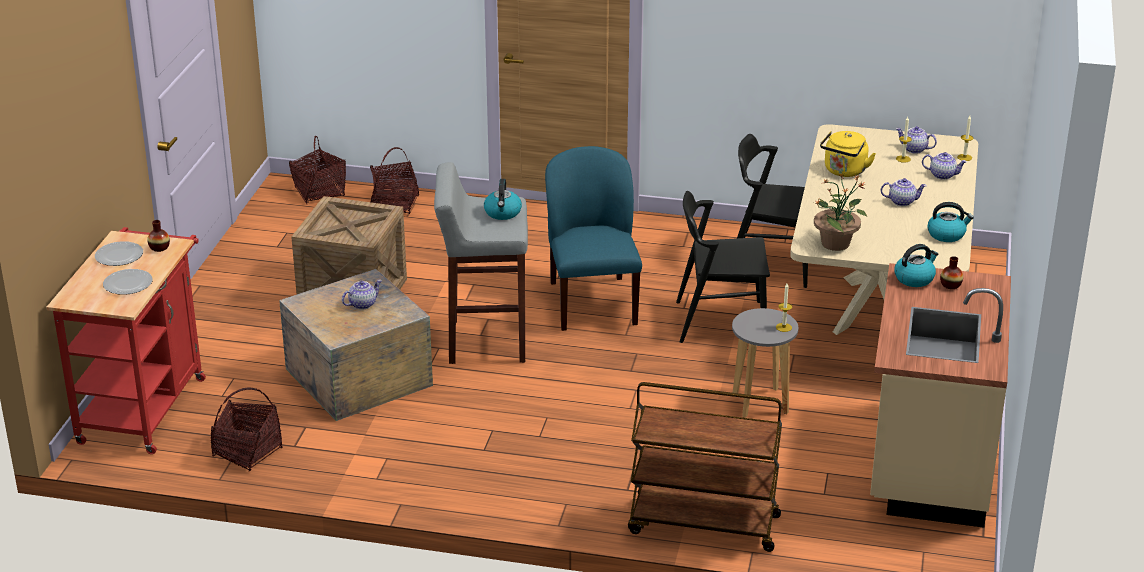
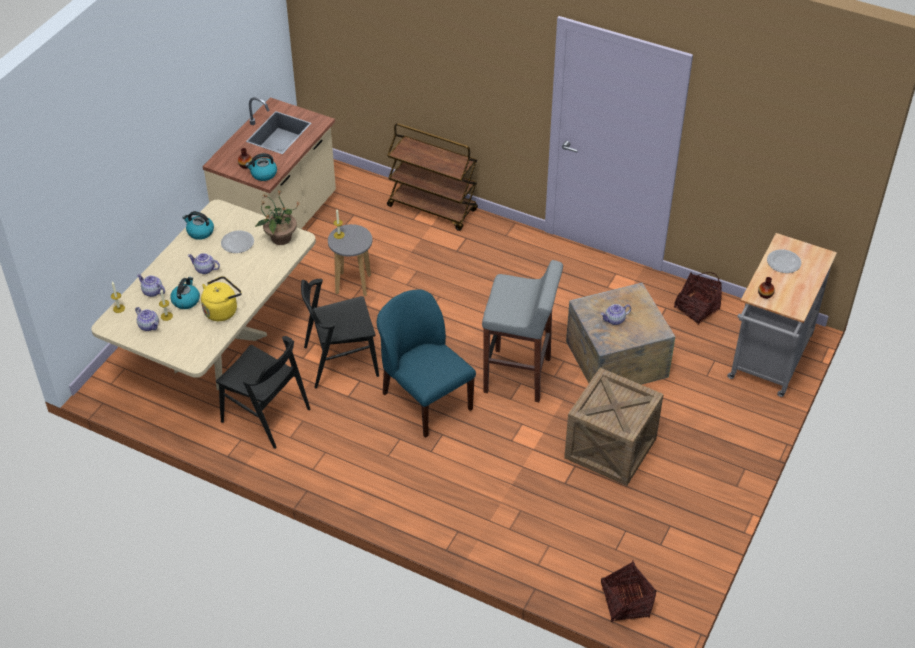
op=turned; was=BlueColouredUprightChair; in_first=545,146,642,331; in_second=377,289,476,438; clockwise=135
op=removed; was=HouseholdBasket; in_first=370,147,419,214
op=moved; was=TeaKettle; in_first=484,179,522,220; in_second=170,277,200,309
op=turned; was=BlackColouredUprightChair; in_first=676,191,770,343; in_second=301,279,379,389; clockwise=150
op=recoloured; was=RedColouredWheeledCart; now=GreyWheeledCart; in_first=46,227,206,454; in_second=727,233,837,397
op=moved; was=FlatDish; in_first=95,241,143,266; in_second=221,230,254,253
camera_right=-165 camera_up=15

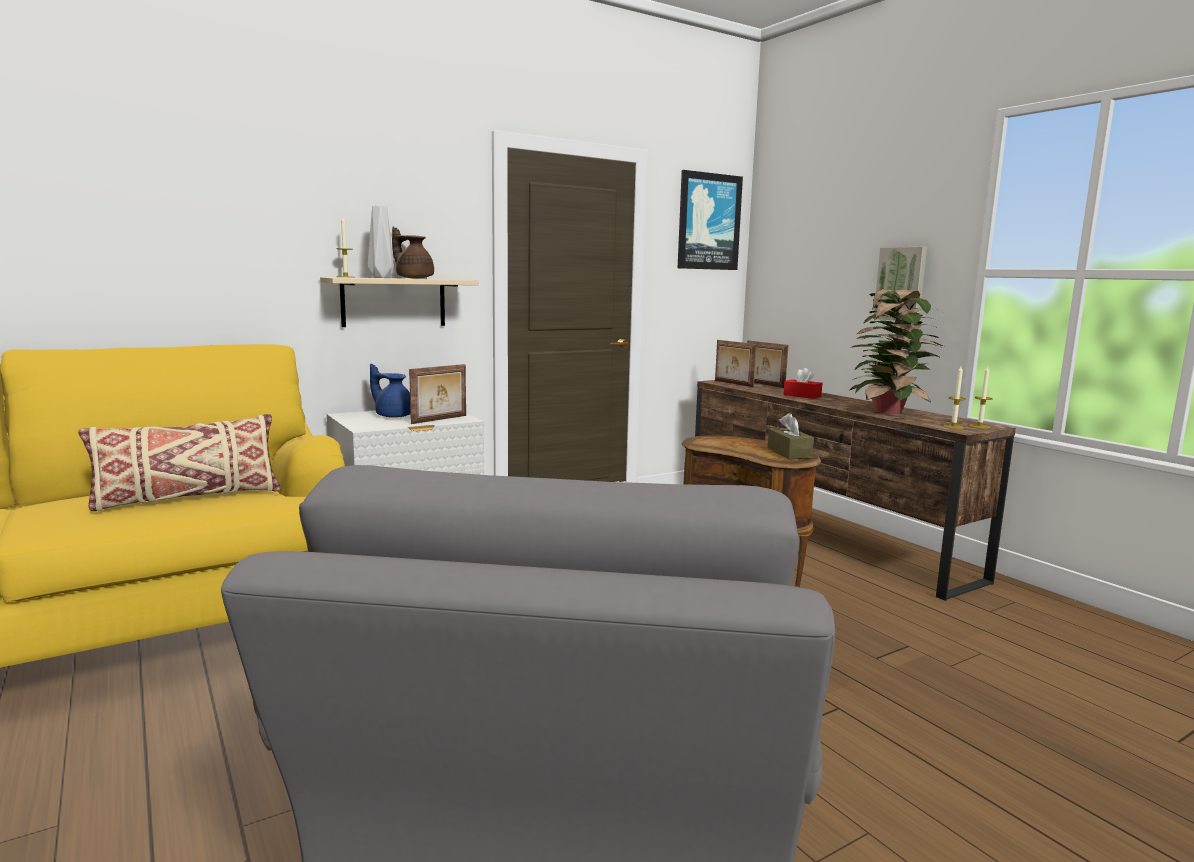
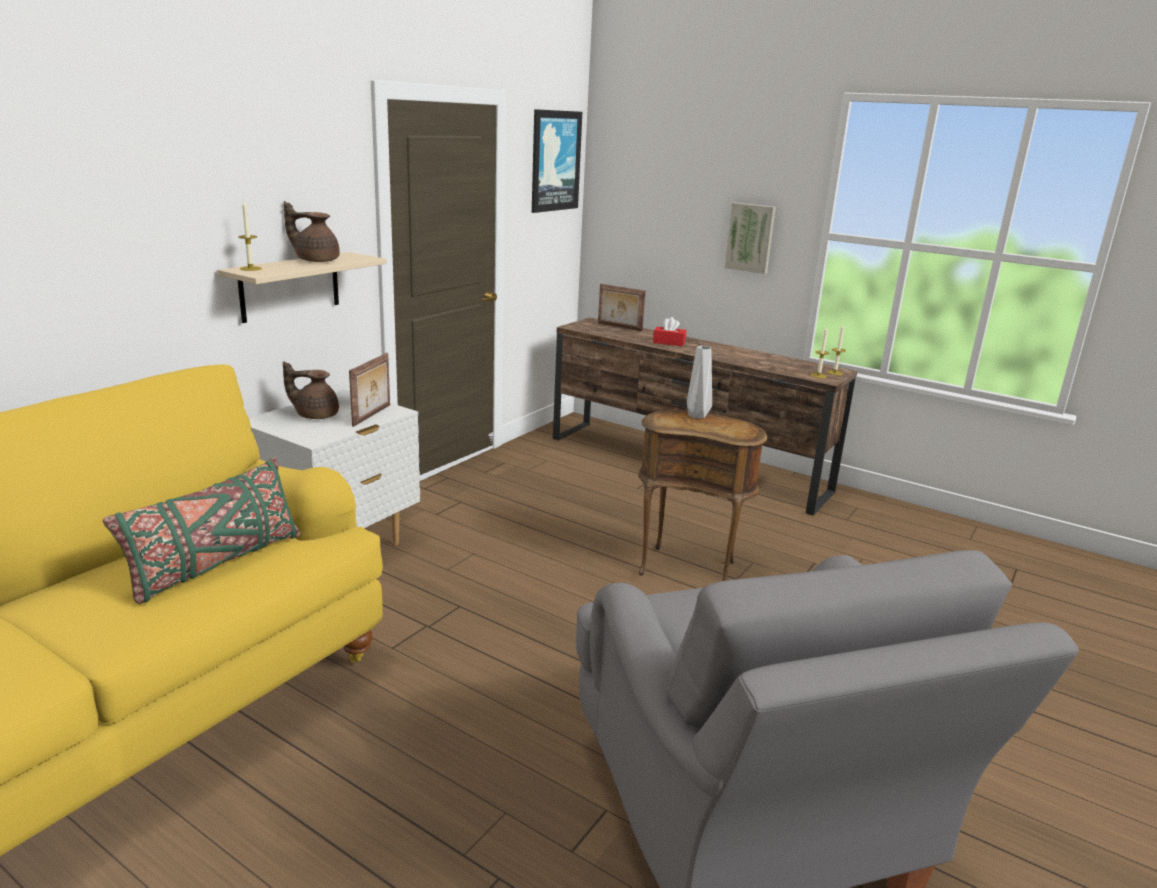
op=moved; was=GreyFlowerVase; in_first=368,206,394,278; in_second=687,346,712,419
op=removed; was=PlantInAPot; in_first=850,289,942,414
op=removed; was=PictureFrame; in_first=715,340,757,387
op=recoloured; was=BlueColouredPotForTea; now=BrownishPotForTea; in_first=370,364,410,418; in_second=283,361,339,419
op=removed; was=BrownishBoxOfTissues; in_first=768,413,814,459
op=recoloured; was=BeigeColouredPillow; now=GreenColouredPillow; in_first=78,414,280,511; in_second=103,457,300,604
camera_right=-25 camera_up=10

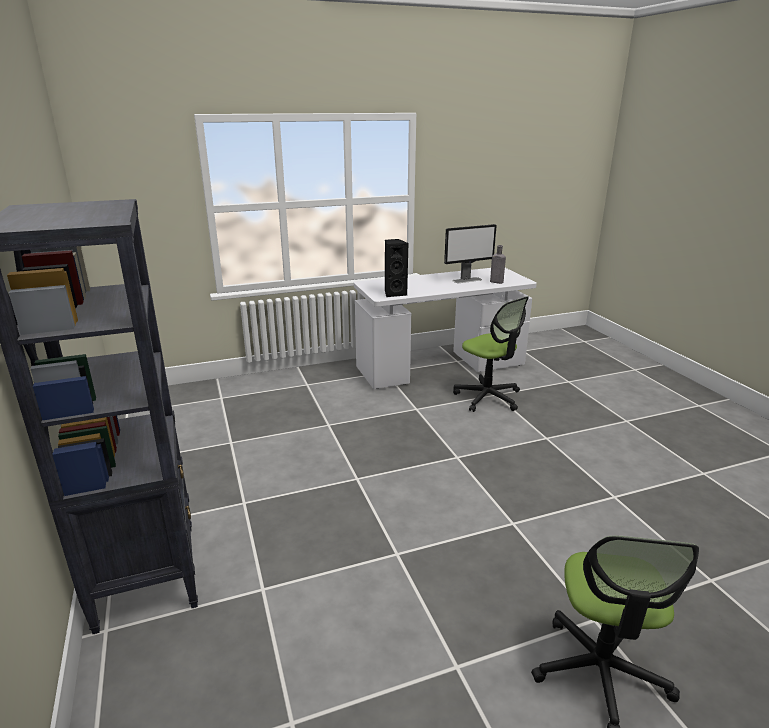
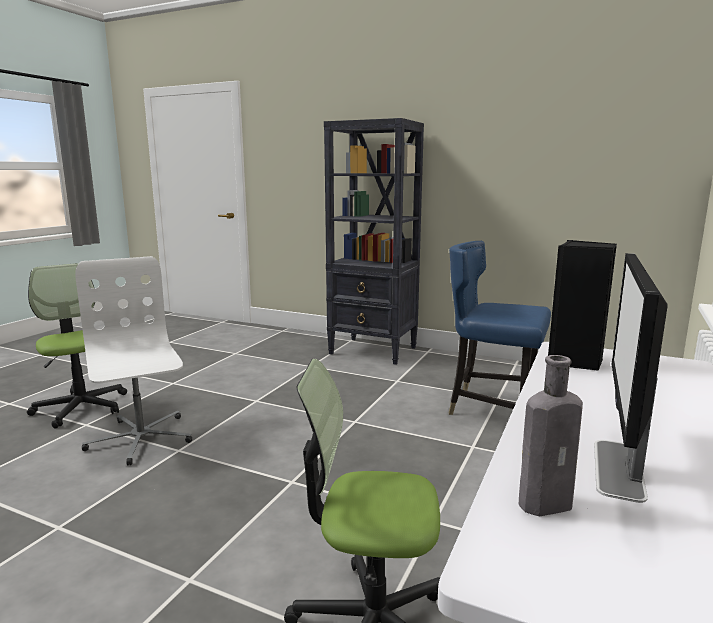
op=added; now=BlueColouredUprightChair; in_second=449,241,551,415
op=added; now=WhiteDeskChair; in_second=75,256,192,465
camera_right=135 camera_up=-10

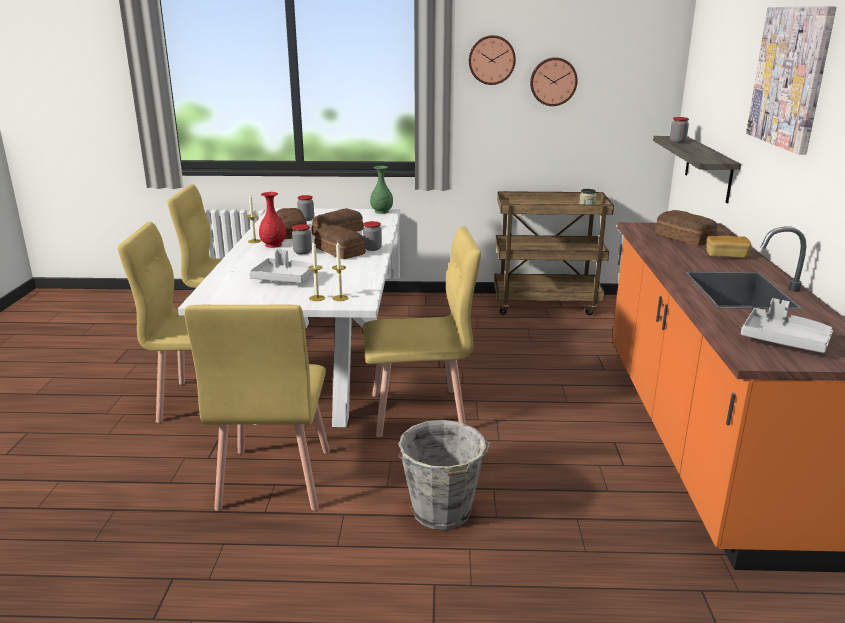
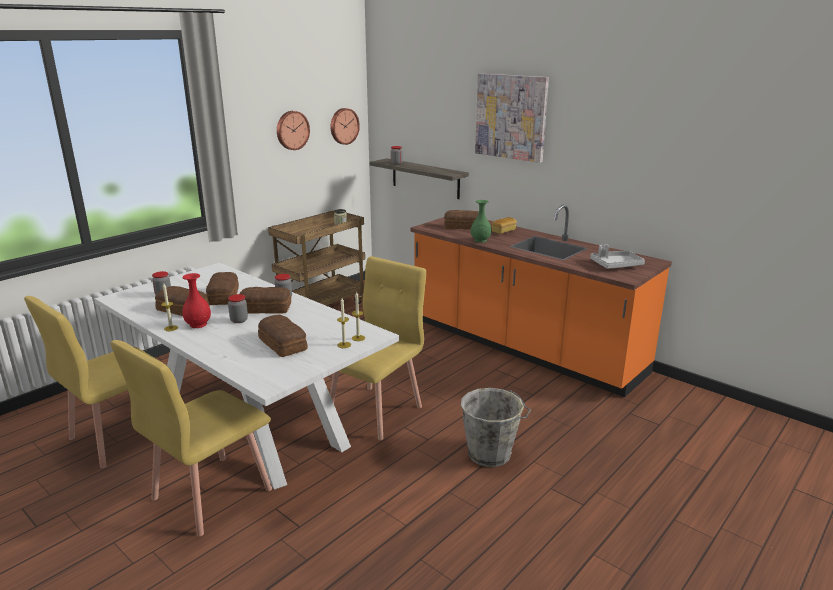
op=moved; was=HangingClock; in_first=469,35,516,85; in_second=331,108,360,145
op=moved; was=GreenColouredFlowerVase; in_first=370,166,393,214; in_second=471,200,491,243
op=replaced; was=GreyCarryingTray; now=BakedBread; in_first=249,249,314,283; in_second=258,315,308,357
op=removed; was=YellowishUprightChair; in_first=184,304,330,511
camera_right=-50 camera_up=0

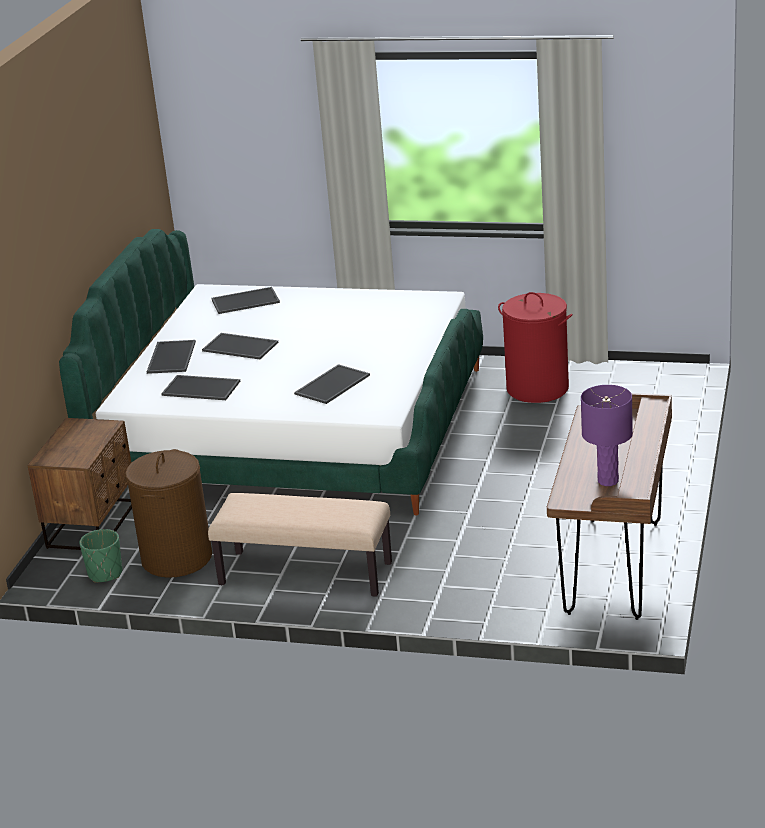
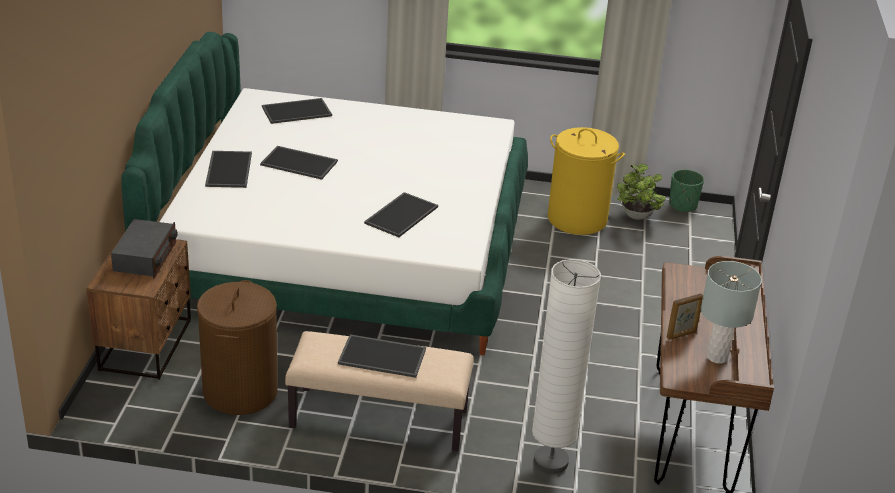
op=recoloured; was=RedColouredLaundryBasket; now=YellowishLaundryBasket; in_first=498,292,573,403; in_second=548,127,625,235
op=moved; was=CarryingTray; in_first=161,375,240,400; in_second=338,334,426,378
op=recoloured; was=PurpleLampForATable; now=GreyLampForATable; in_first=581,385,633,486; in_second=701,261,762,364
op=moved; was=GreenColouredPlantPot; in_first=79,529,122,583; in_second=669,169,704,212
op=added; now=PlantInAPot; in_second=617,164,666,220
op=added; now=RadioReceiver; in_second=111,219,178,279
op=added; now=WhiteStandardLamp; in_second=532,259,601,474
op=added; now=PictureFrame; in_second=666,293,703,340
camera_right=-10 camera_up=5

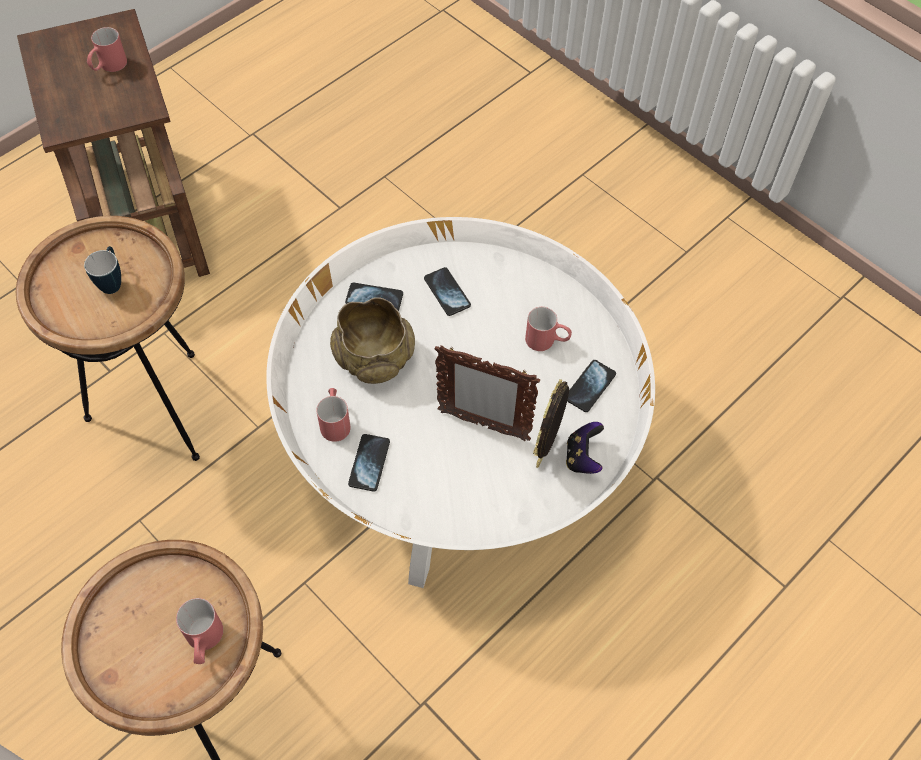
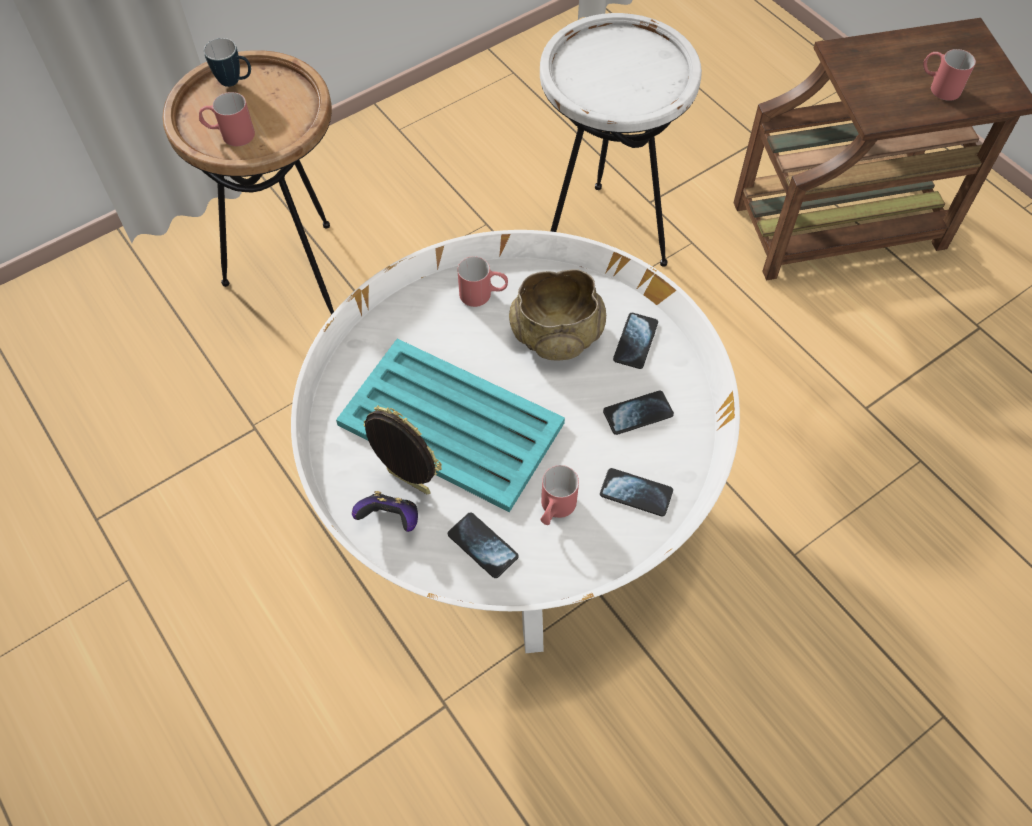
op=recoloured; was=BrownishSideTable; now=WhiteSideTable; in_first=16,216,200,461; in_second=540,13,702,267
op=moved; was=Mug; in_first=84,246,121,294; in_second=204,38,251,87
op=replaced; was=PictureFrame; now=TurquoiseColouredCarryingTray; in_first=435,345,540,441; in_second=336,339,565,512
op=moved; was=Handset; in_first=348,434,390,492; in_second=600,468,673,516
camera_right=100 camera_up=0

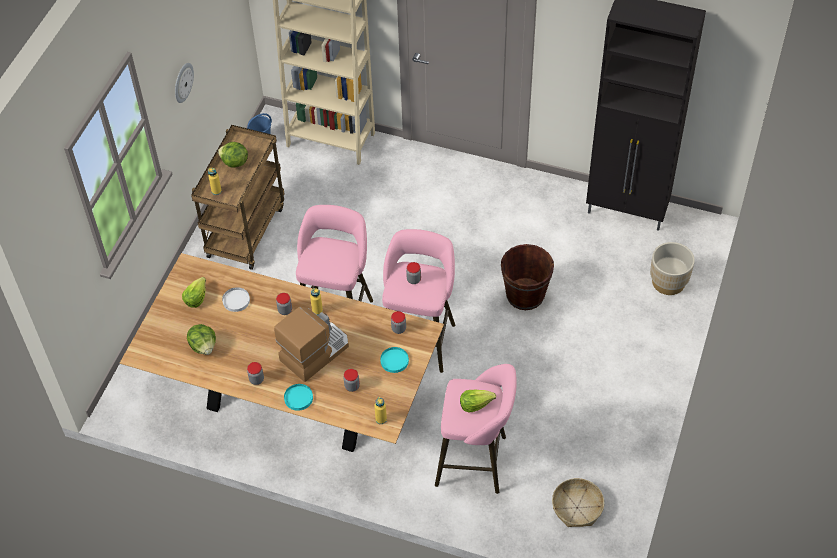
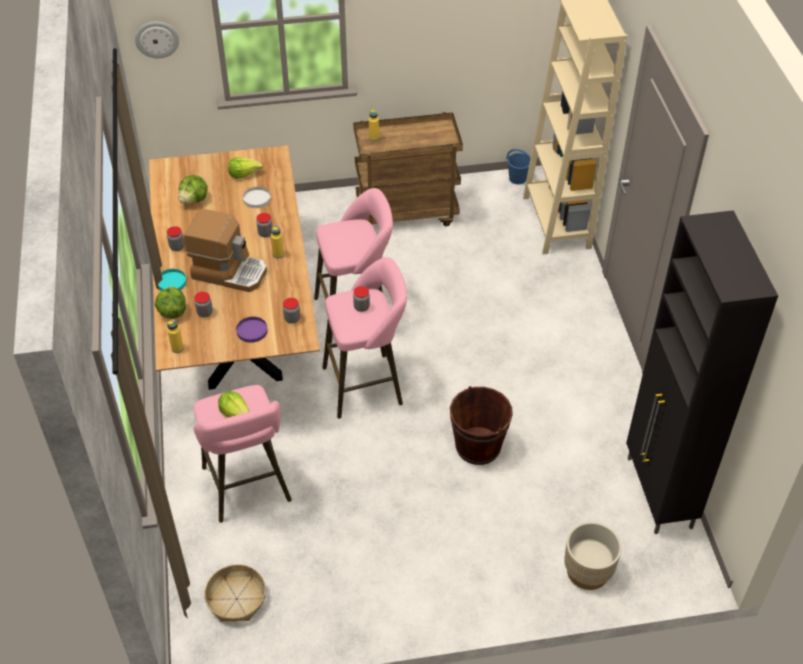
op=moved; was=HangingClock; in_first=175,63,194,103; in_second=135,22,179,58
op=moved; was=Lettuce; in_first=218,142,248,167; in_second=155,286,186,319
op=recoloured; was=TurquoiseColouredFlatDish; now=PurpleFlatDish; in_first=380,347,409,373; in_second=236,317,268,343
camera_right=60 camera_up=-5

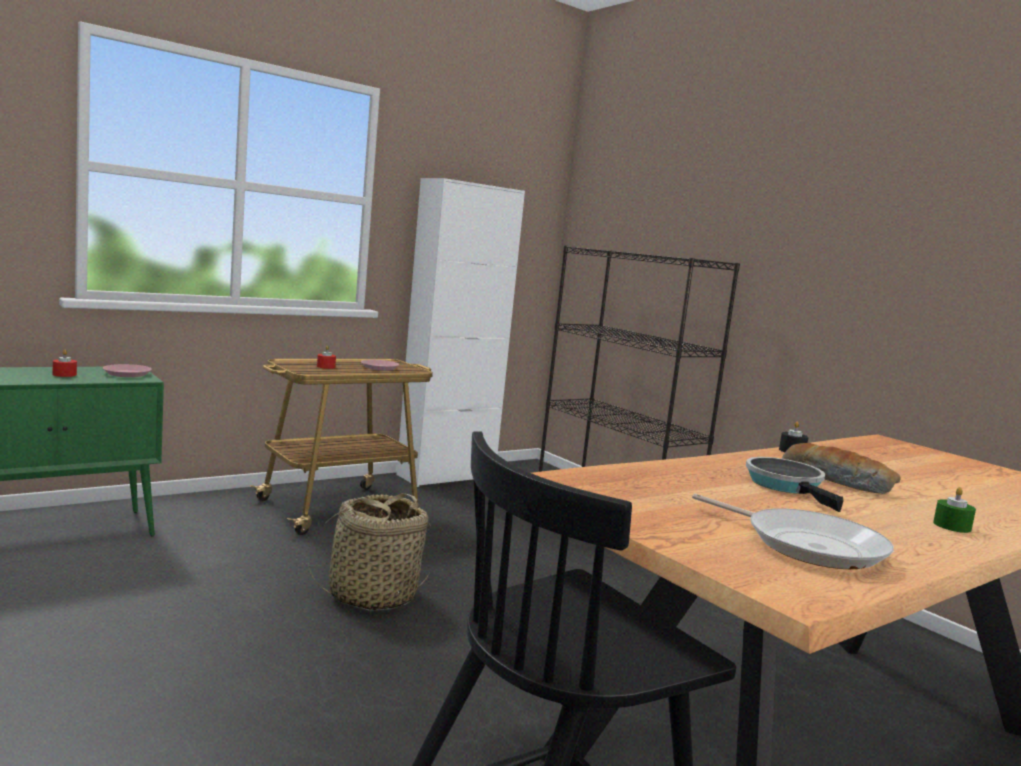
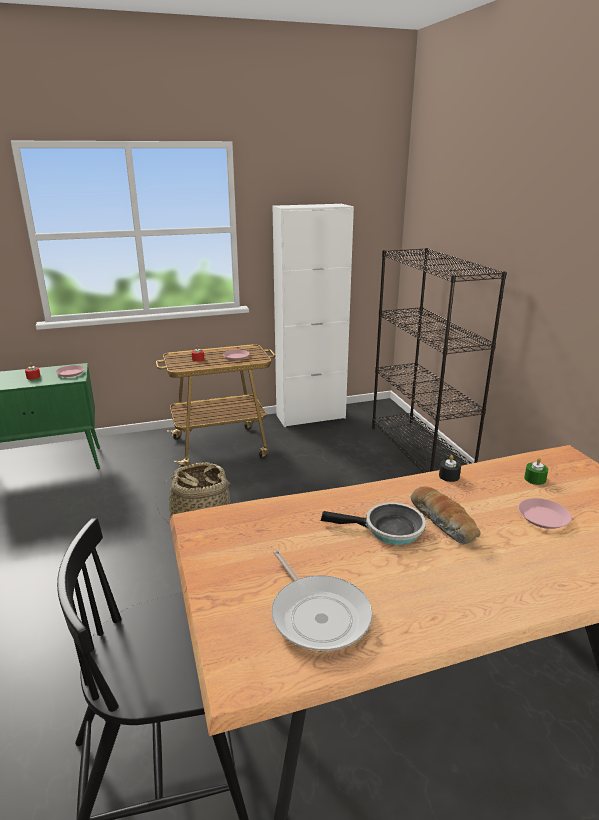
op=turned; was=FryingPan; in_first=746,457,844,512; in_second=321,503,426,545; clockwise=90
op=moved; was=GreenColouredCandle; in_first=933,487,976,533; in_second=524,458,548,485
op=added; now=PinkColouredFlatDish; in_second=518,498,572,529
camera_right=20 camera_up=15

